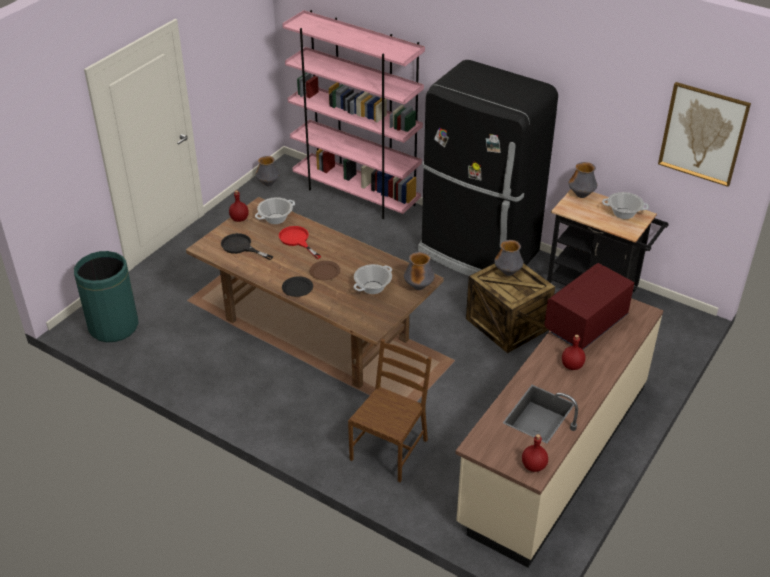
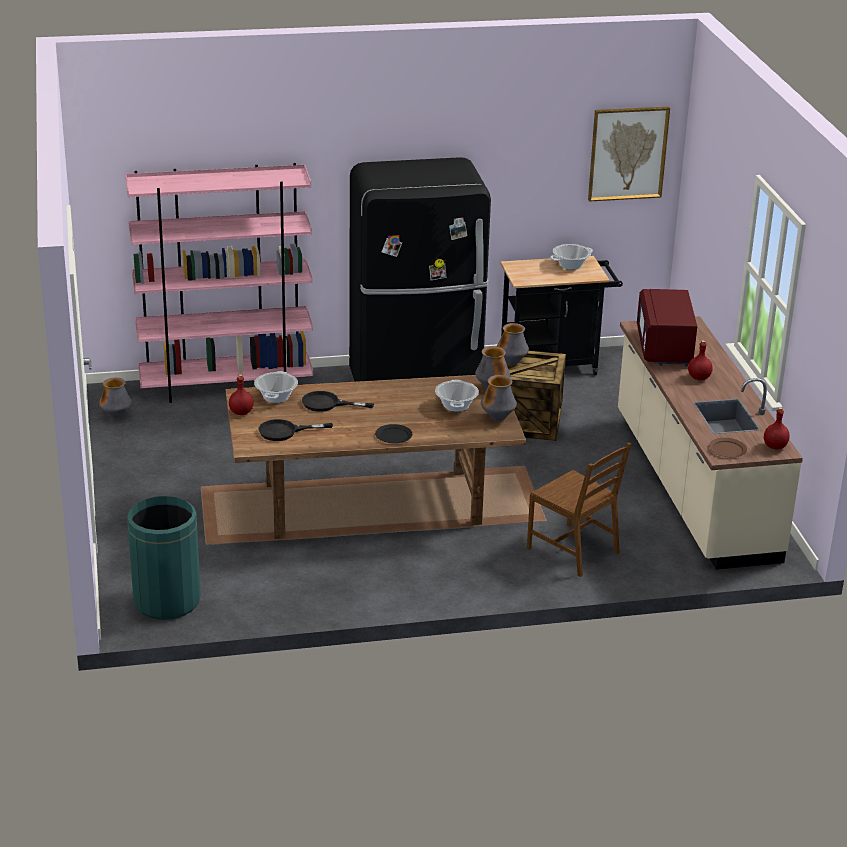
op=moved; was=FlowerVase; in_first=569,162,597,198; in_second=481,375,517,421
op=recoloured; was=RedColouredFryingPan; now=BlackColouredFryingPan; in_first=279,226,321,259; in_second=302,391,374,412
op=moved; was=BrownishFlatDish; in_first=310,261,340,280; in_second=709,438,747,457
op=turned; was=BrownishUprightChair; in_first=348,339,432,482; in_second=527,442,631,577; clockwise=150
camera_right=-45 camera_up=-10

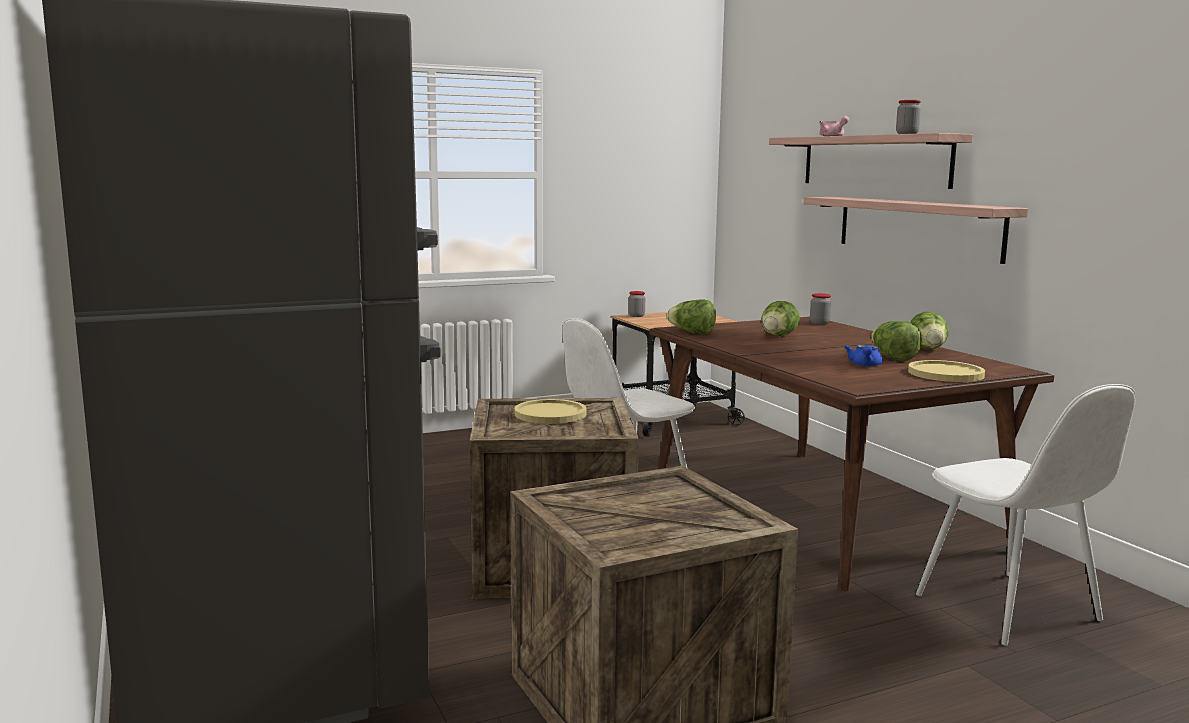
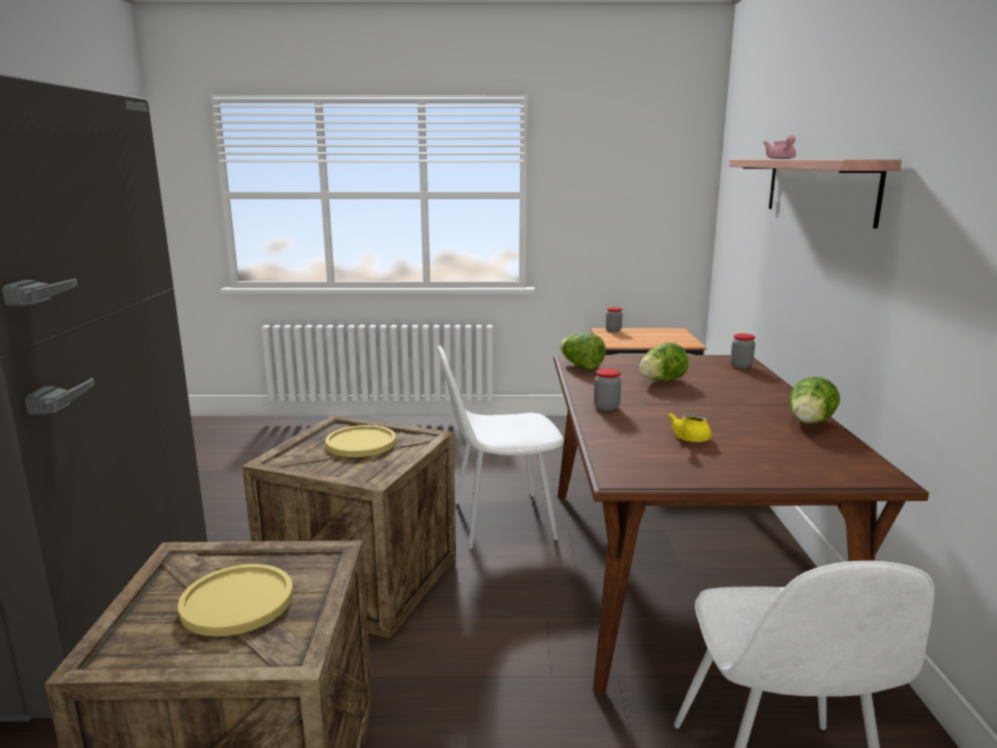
op=moved; was=StorageJar; in_first=896,100,921,134; in_second=594,368,621,411
op=removed; was=Shelf; in_first=803,197,1028,264
op=removed; was=Lettuce; in_first=871,321,922,361
op=recoloured; was=BlueColouredPotForTea; now=YellowishPotForTea; in_first=844,345,883,367; in_second=668,413,711,442
op=moved; was=YellowishFlatDish; in_first=908,360,985,382; in_second=178,564,293,636
camera_right=25 camera_up=5

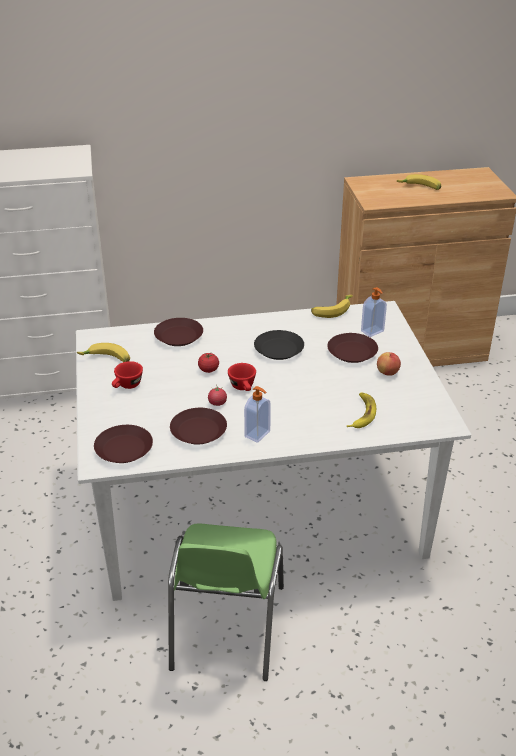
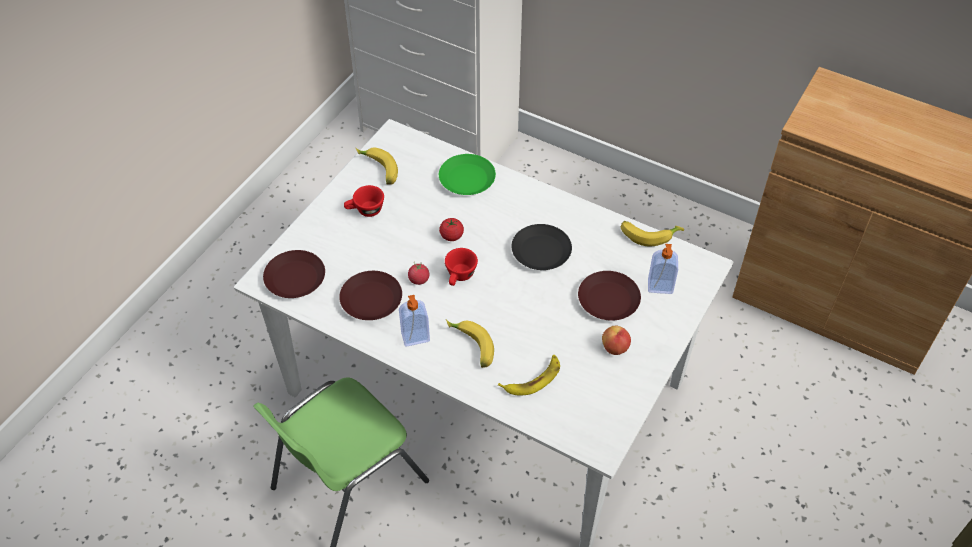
op=moved; was=WholeBanana; in_first=397,174,441,190; in_second=446,319,494,368
op=recoloured; was=BrownishFlatDish; now=GreenColouredFlatDish; in_first=154,318,203,346; in_second=439,154,496,195
camera_right=40 camera_up=15

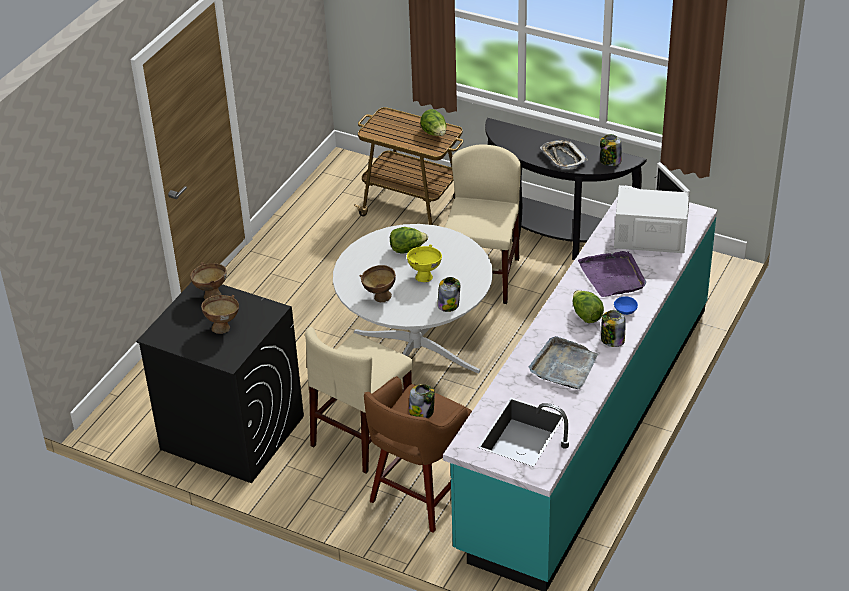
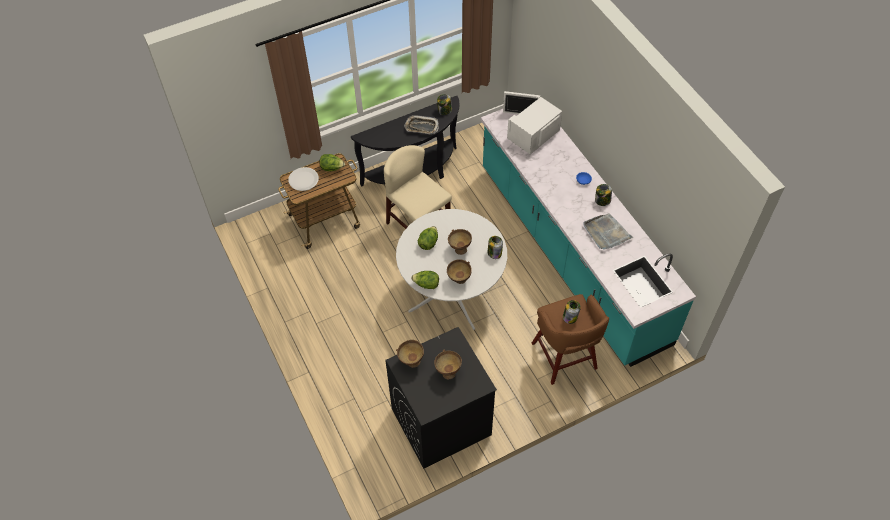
op=recoloured; was=YellowishDeepDish; now=BrownishDeepDish; in_first=407,244,442,282; in_second=448,229,472,255
op=removed; was=PurpleCarryingTray; in_first=578,251,646,297
op=moved; was=Lettuce; in_first=573,290,604,323; in_second=411,271,439,289
op=removed; was=BeigeColouredUprightChair; in_first=305,327,413,474
op=added; now=WhiteFlatDish; in_second=288,167,319,191
camera_right=-55 camera_up=15

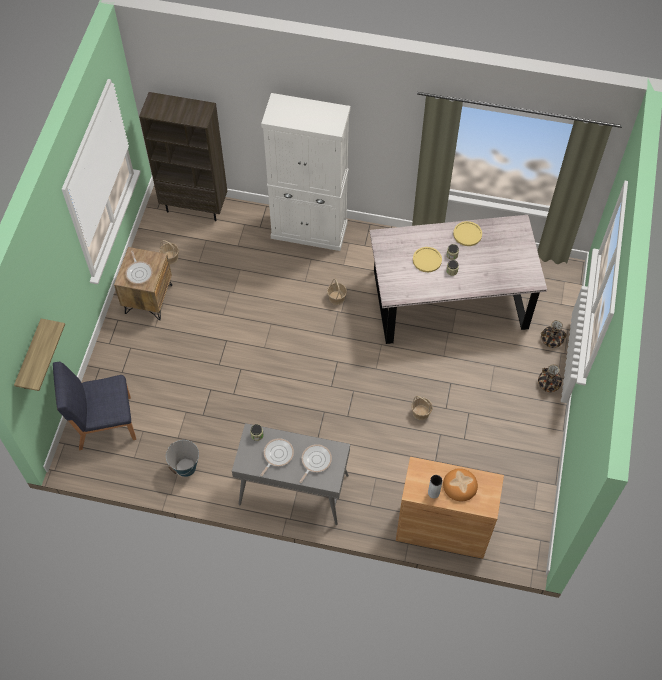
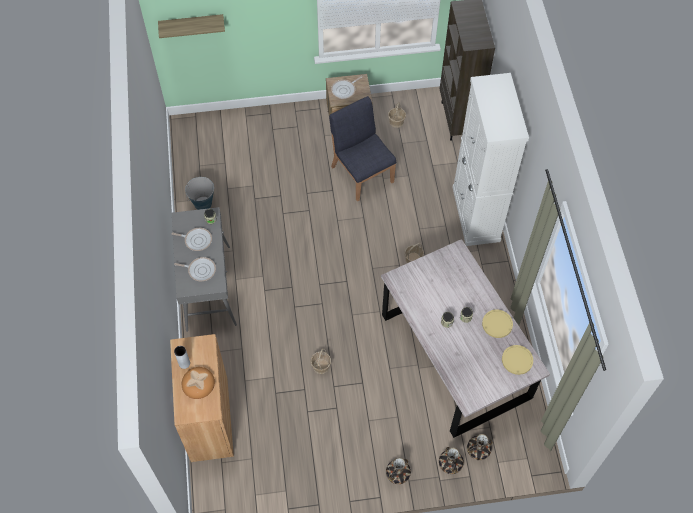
op=moved; was=YellowishFlatDish; in_first=413,247,442,272; in_second=502,345,533,375
op=moved; was=BlueColouredUprightChair; in_first=53,362,136,450; in_second=329,96,396,201
op=added; now=FlowerVase; in_second=467,434,493,460
camera_right=70 camera_up=0

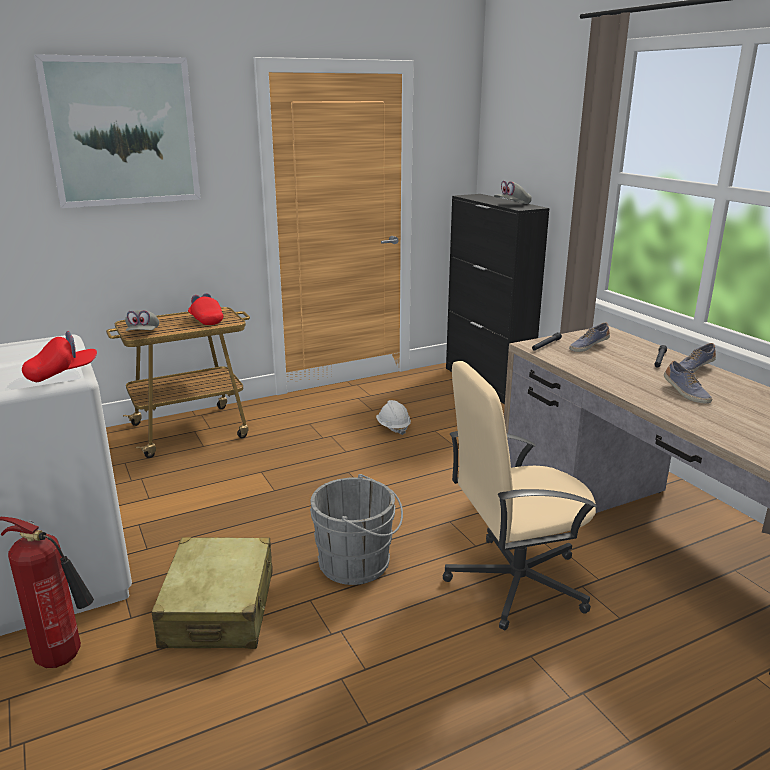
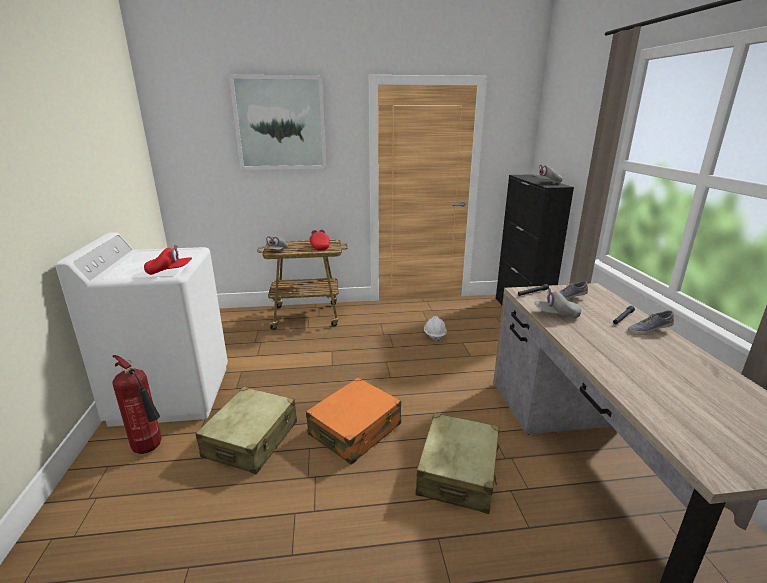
op=replaced; was=BeigeColouredDeskChair; now=BeigeColouredPieceOfLuggage; in_first=443,361,597,630; in_second=416,413,500,514
op=removed; was=ItemOfFootwear; in_first=664,361,712,403
op=replaced; was=GreyPail; now=OrangeColouredPieceOfLuggage; in_first=310,474,403,585; in_second=306,378,401,465
op=added; now=GreyBaseballCap; in_second=534,288,581,319
camera_right=20 camera_up=0

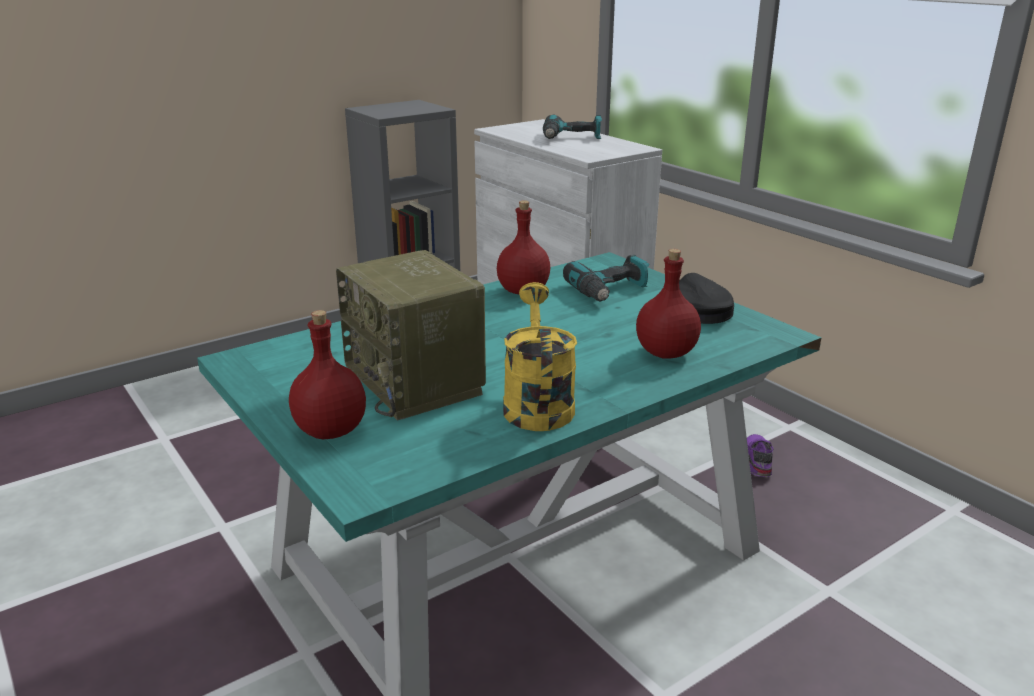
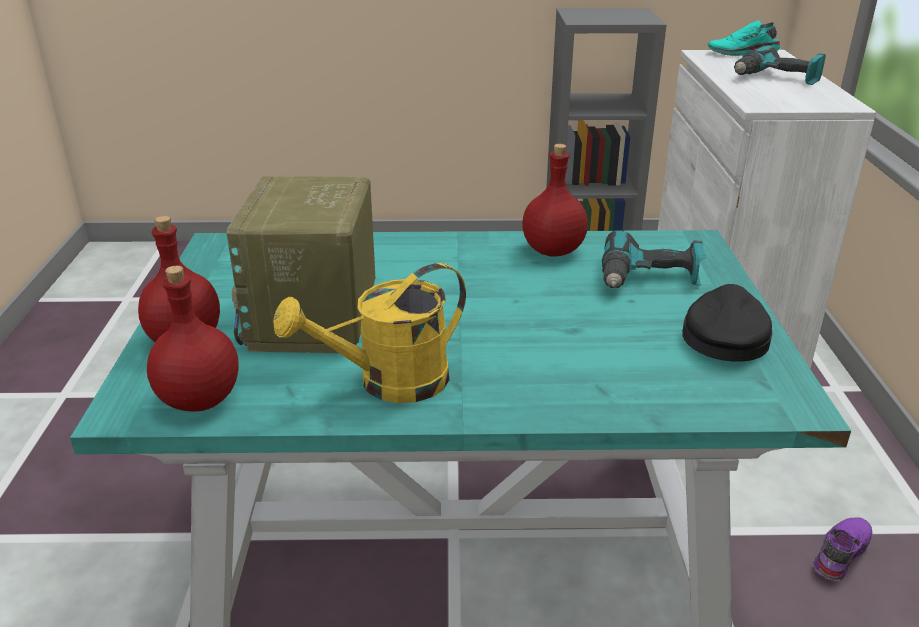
op=moved; was=RedColouredBottle; in_first=636,249,701,359; in_second=147,266,239,412
op=turned; was=YellowishSprinklingCan; in_first=503,282,577,431; in_second=273,263,466,403; clockwise=-150
op=added; now=TurquoiseColouredItemOfFootwear; in_second=708,20,781,56
camera_right=35 camera_up=5

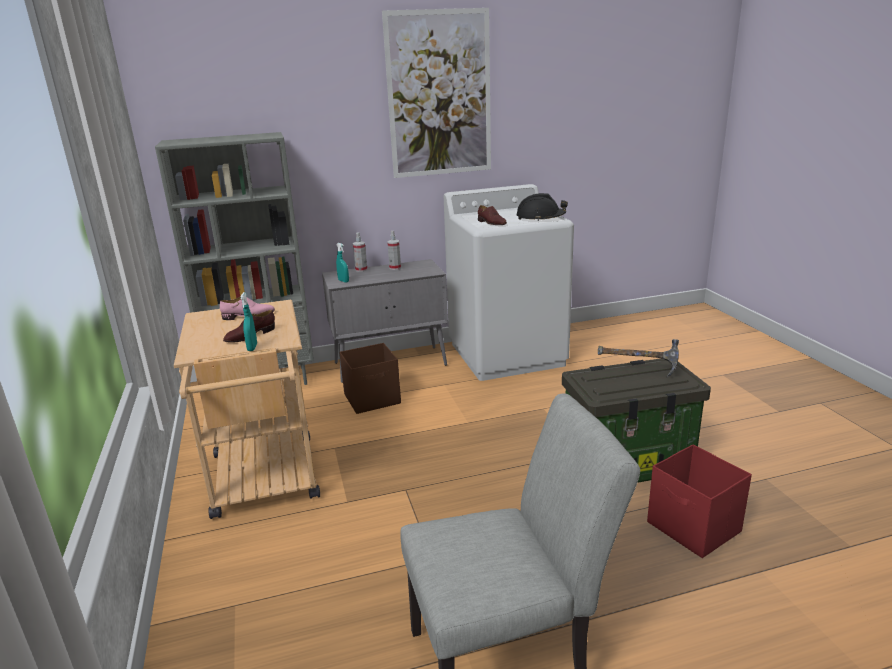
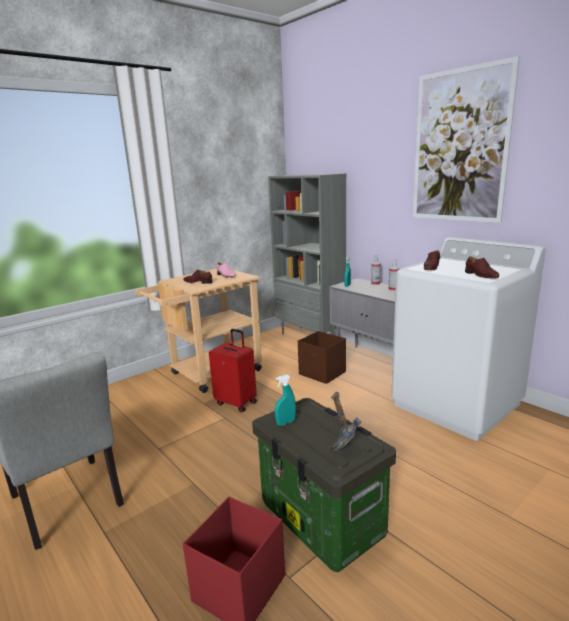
op=replaced; was=BlackColouredWorkHelmet; now=BrownishItemOfFootwear; in_first=517,193,568,221; in_second=465,256,499,279
op=moved; was=TurquoiseColouredSprayBottle; in_first=240,292,257,351; in_second=275,374,296,426
op=added; now=RedColouredPieceOfLuggage; in_second=209,329,257,413
camera_right=65 camera_up=-5

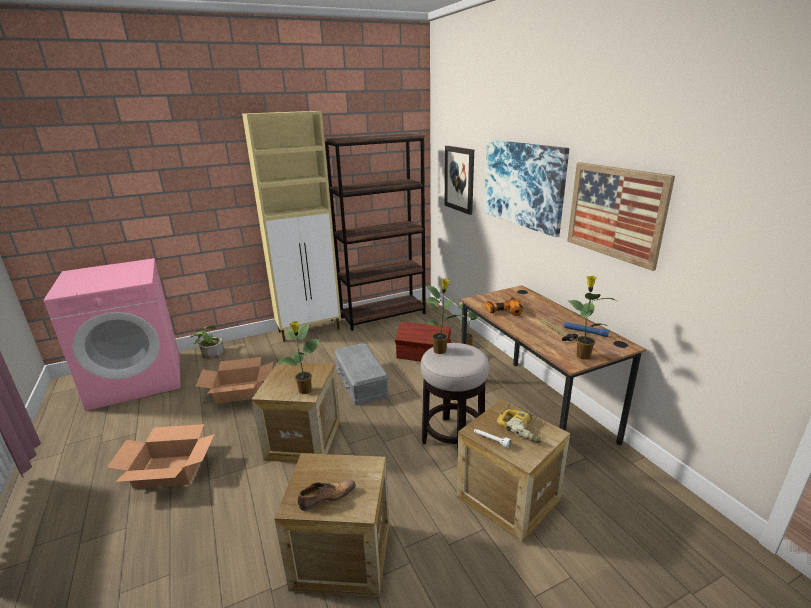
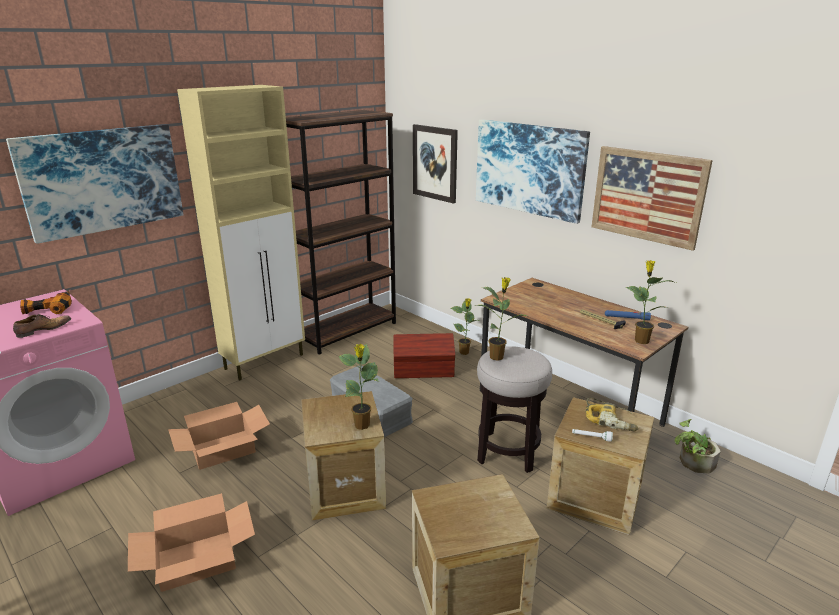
op=moved; was=Drill; in_first=485,295,523,316; in_second=20,290,72,314
op=moved; was=PlantInAPot; in_first=190,325,225,360; in_second=674,419,721,473
op=moved; was=ItemOfFootwear; in_first=297,480,356,511; in_second=13,314,71,338
op=added; now=Picture; in_second=6,124,183,244
camera_right=-20 camera_up=0

